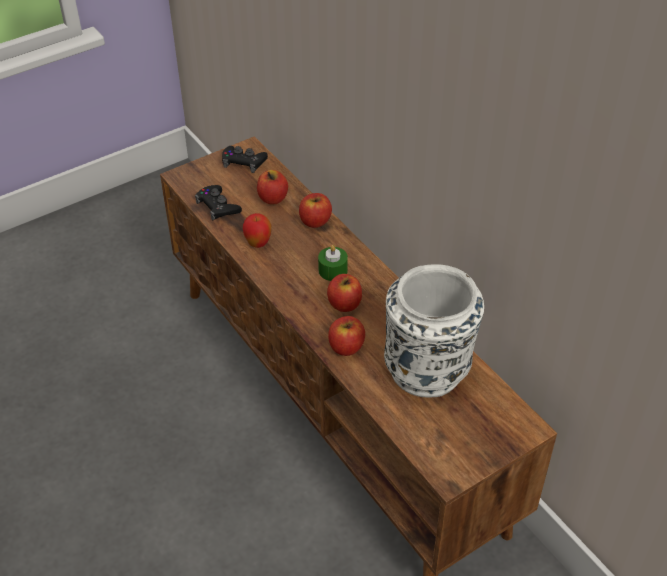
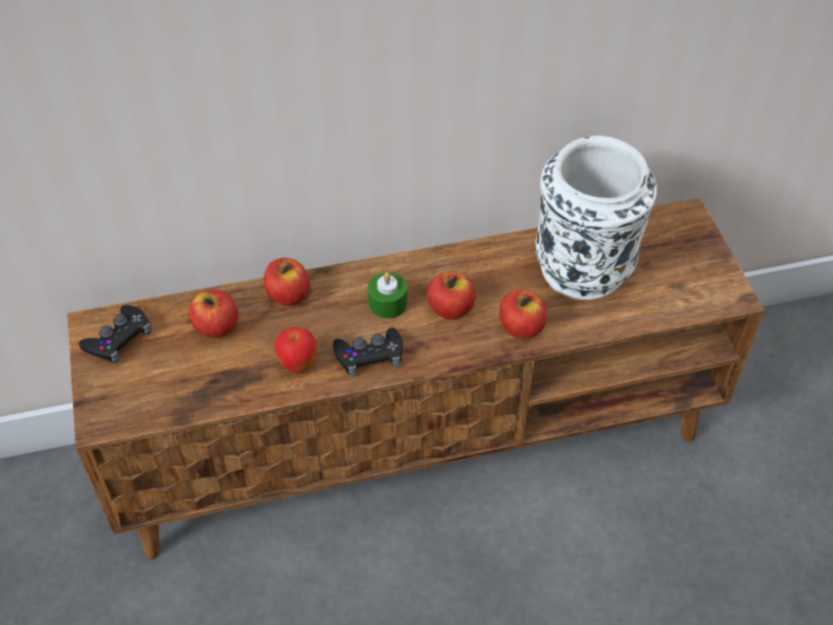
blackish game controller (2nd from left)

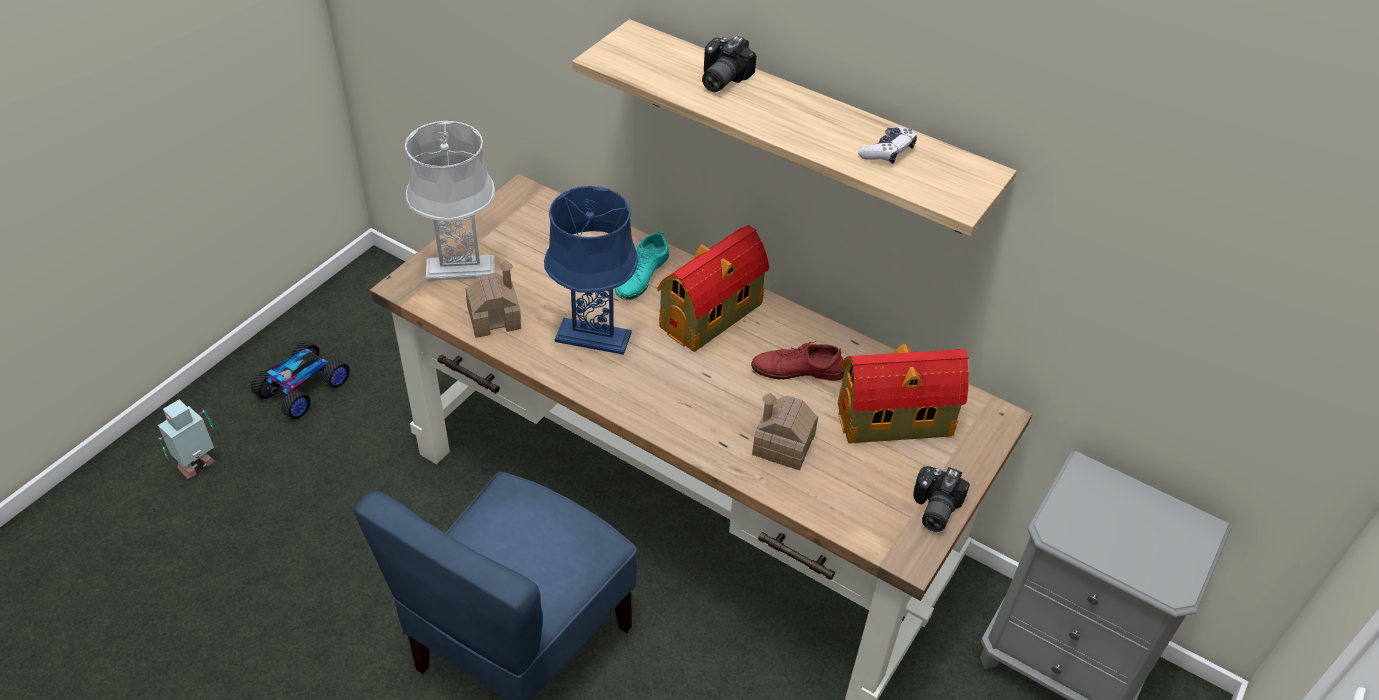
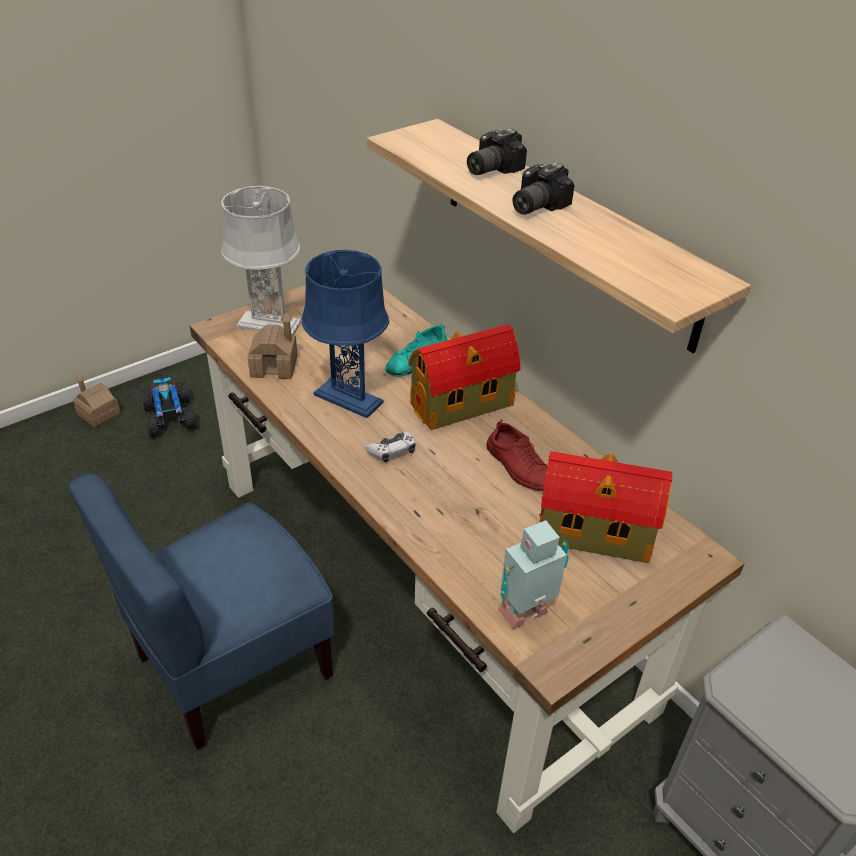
model robot; miniature car; red-coloured low shoe; miniature house (1st from left); game controller; photo camera (2nd from left)

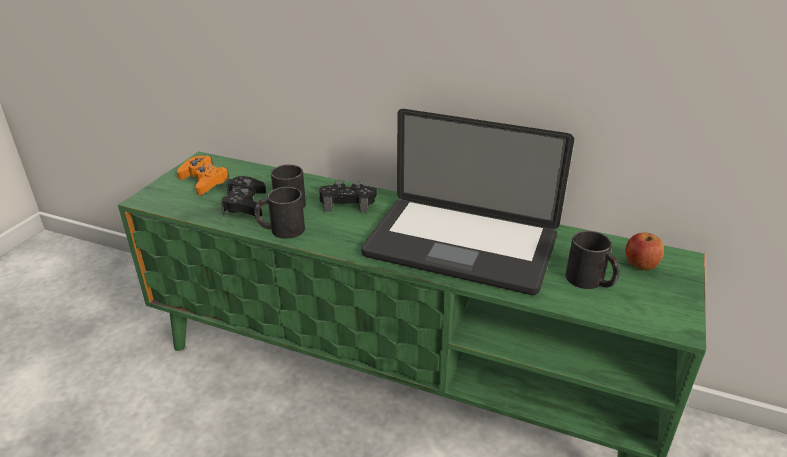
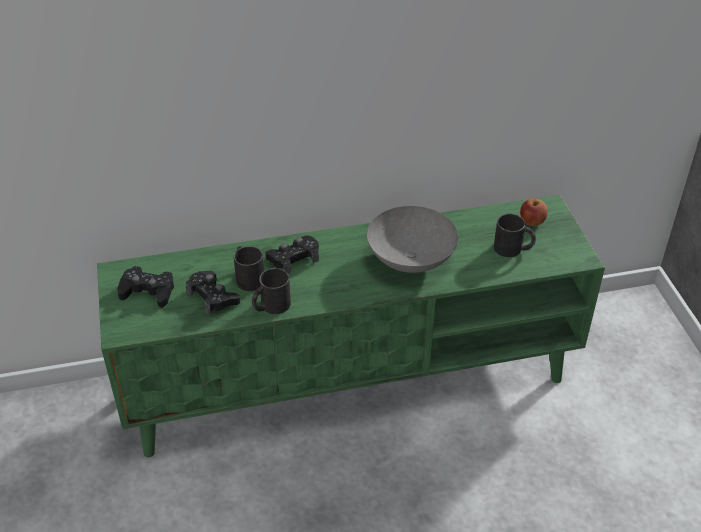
blackish game controller (1st from left); greyish bowl

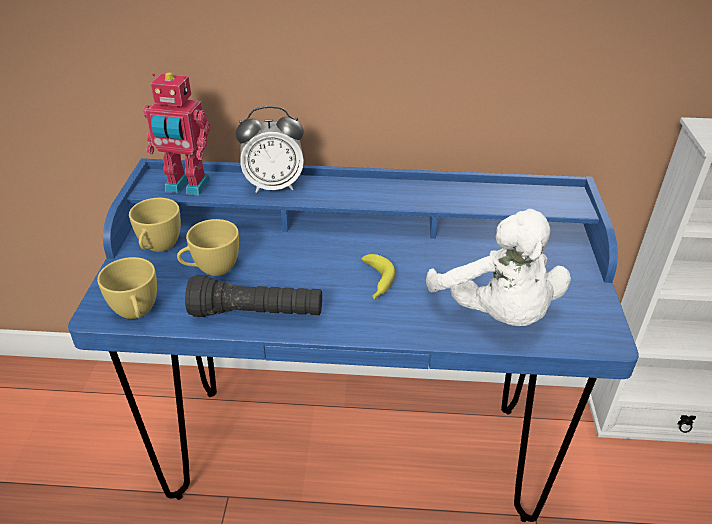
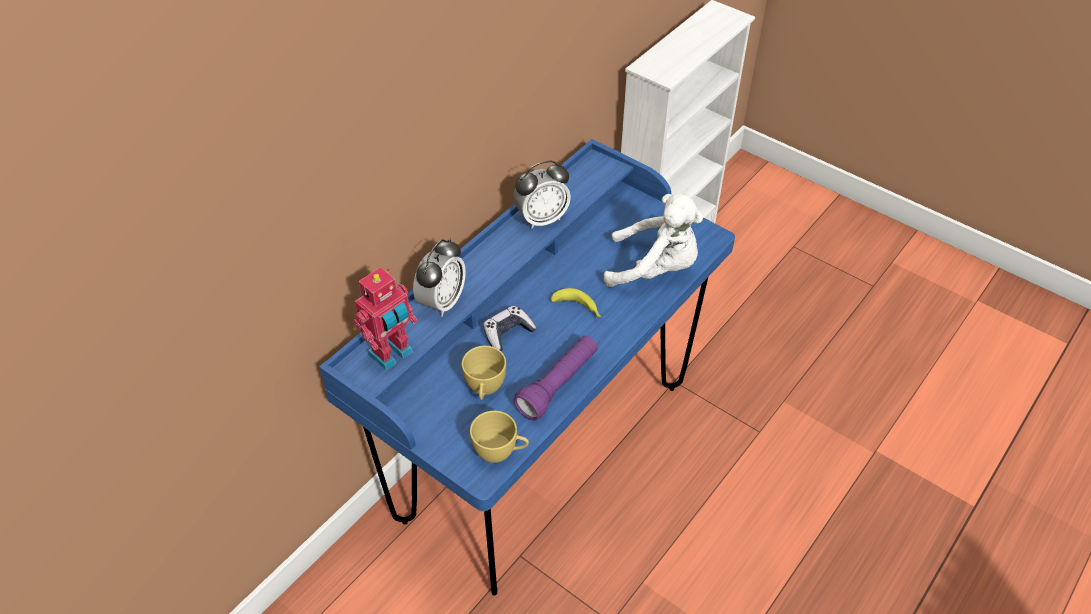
yellow-coloured drinking cup (2nd from left in the first image); purplish flashlight; game controller; bedside clock (2nd from left)

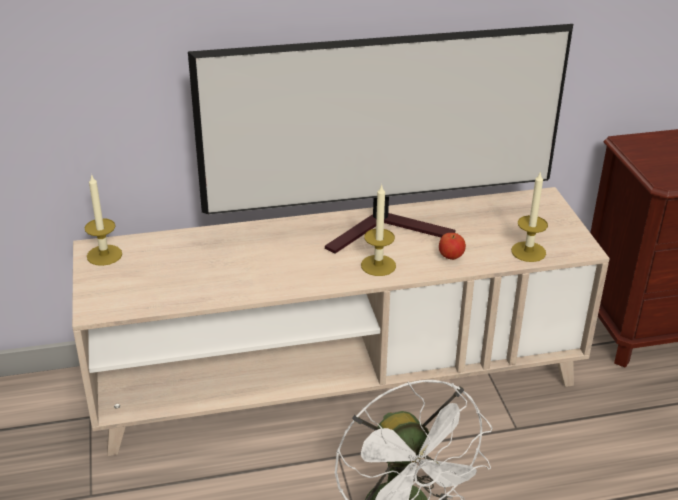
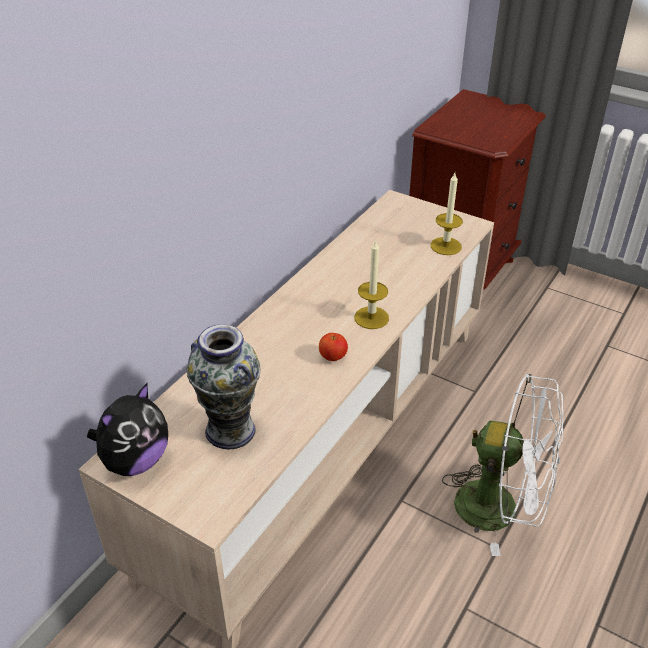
cuddly toy; TV set; apple; vase

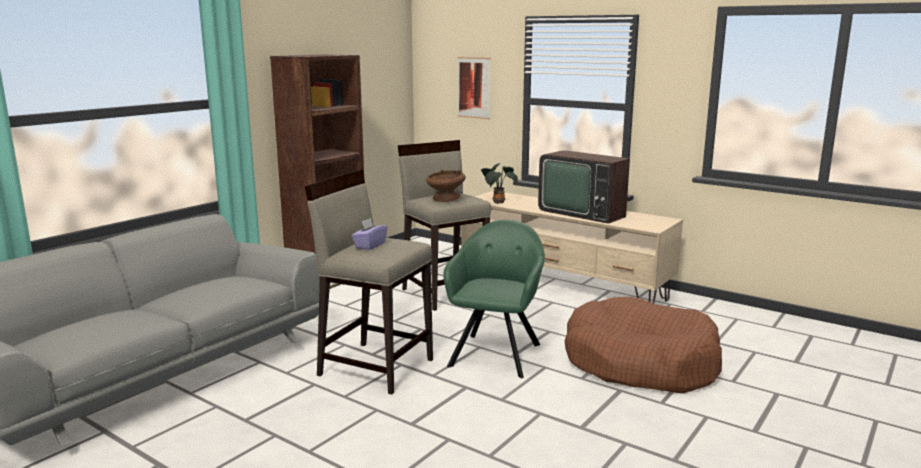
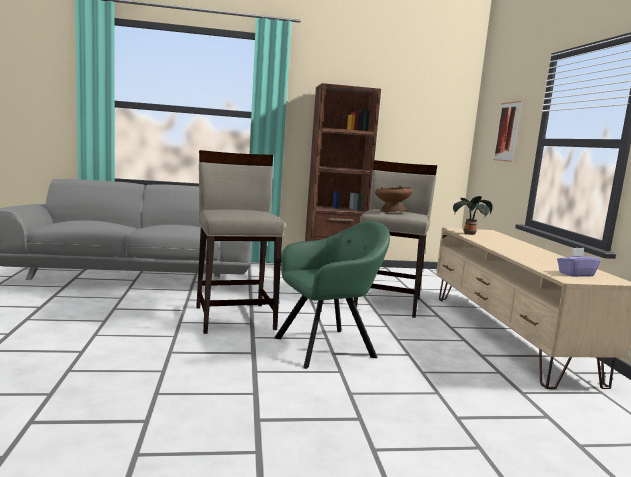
purplish tissue box; TV set; brown-coloured dog bed

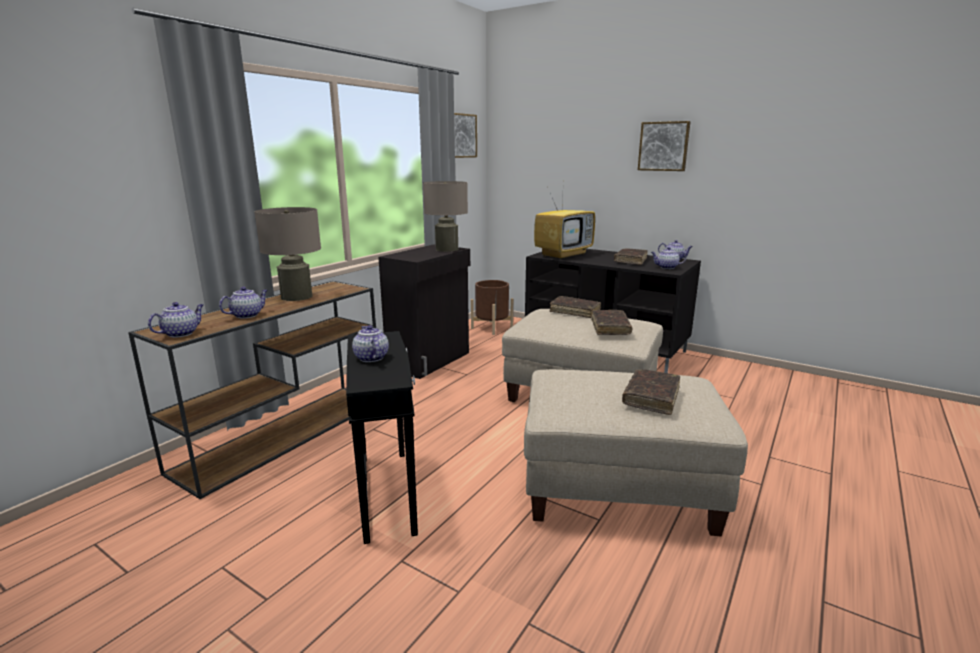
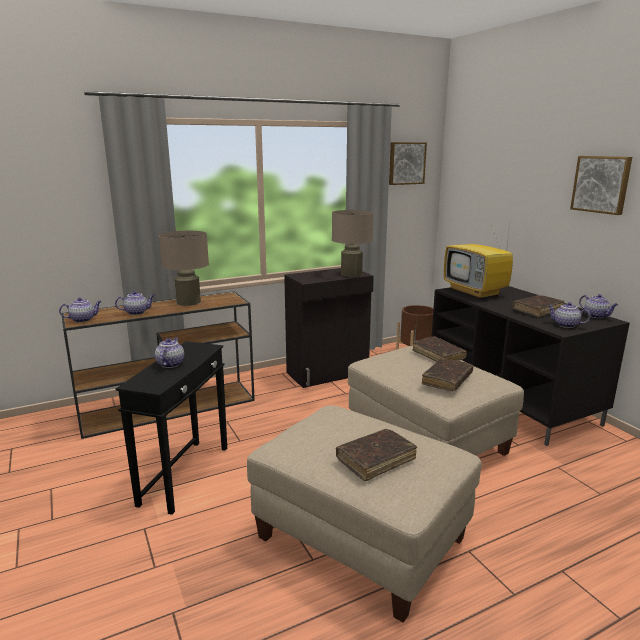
TV set

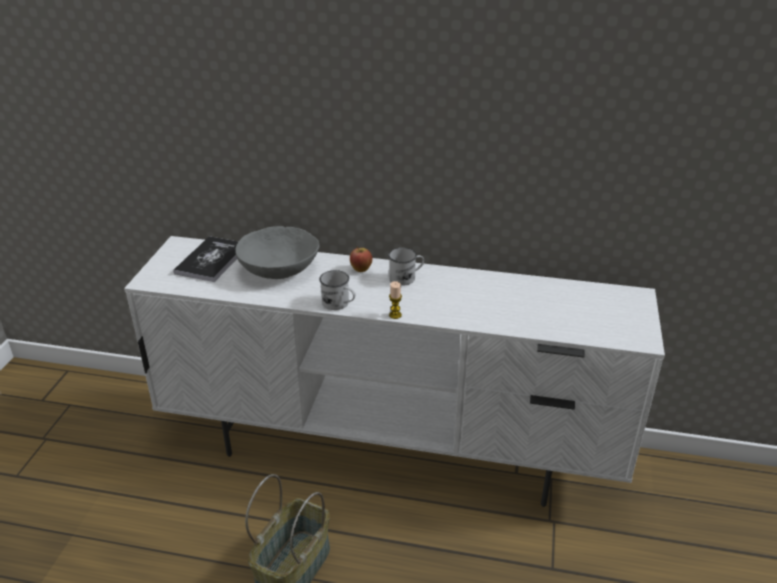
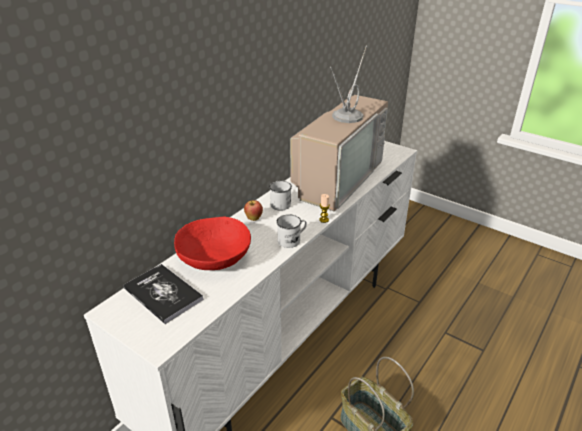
red-coloured bowl; TV set

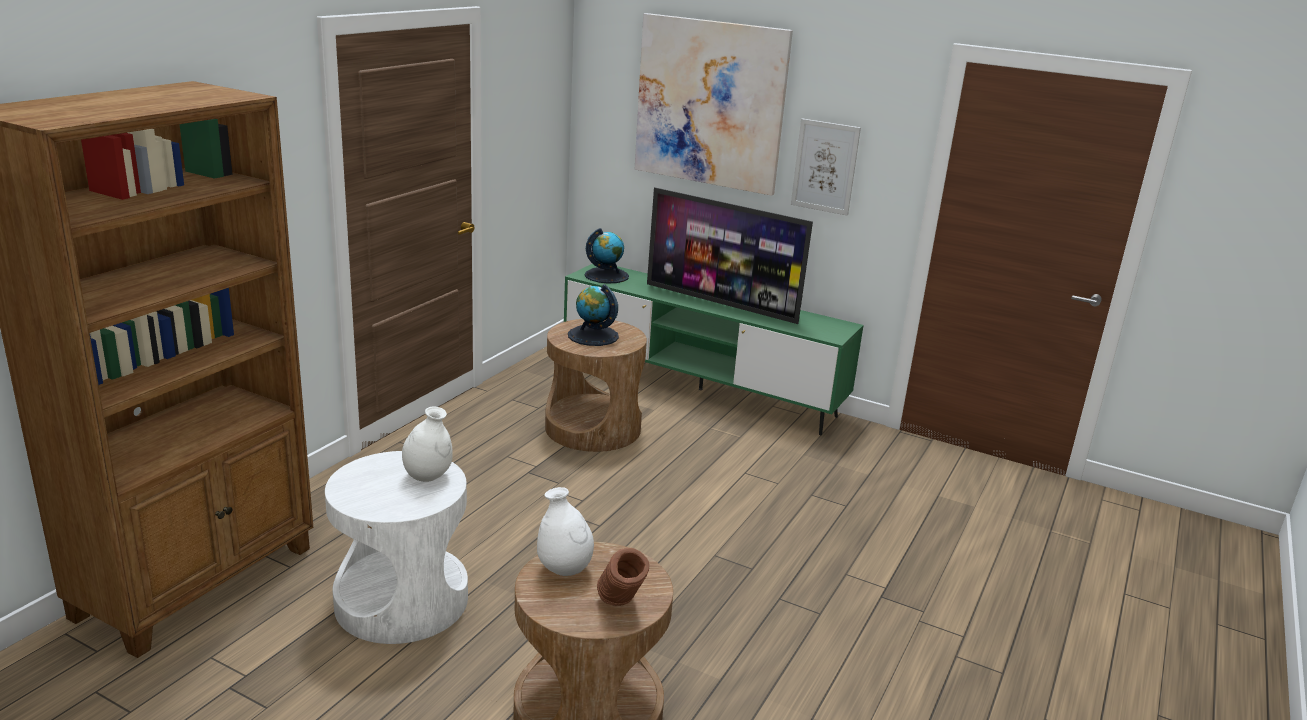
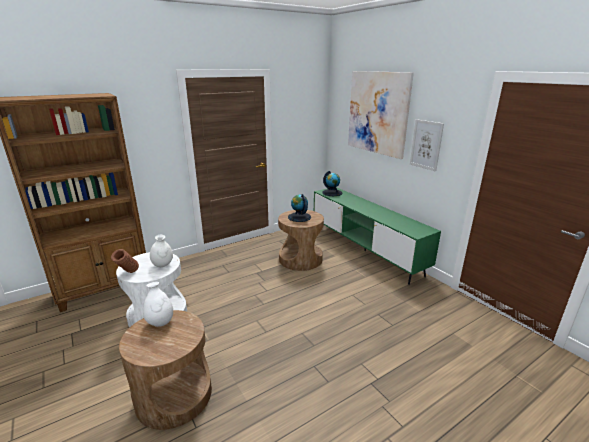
brown-coloured vase; TV set

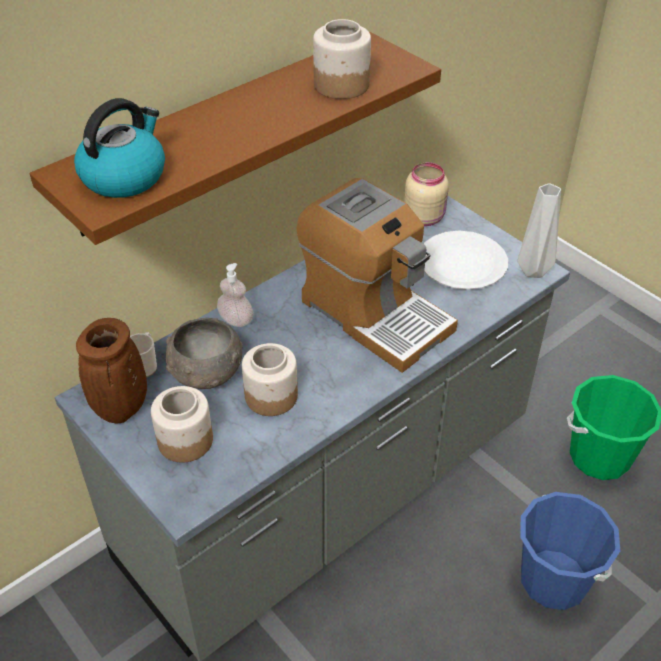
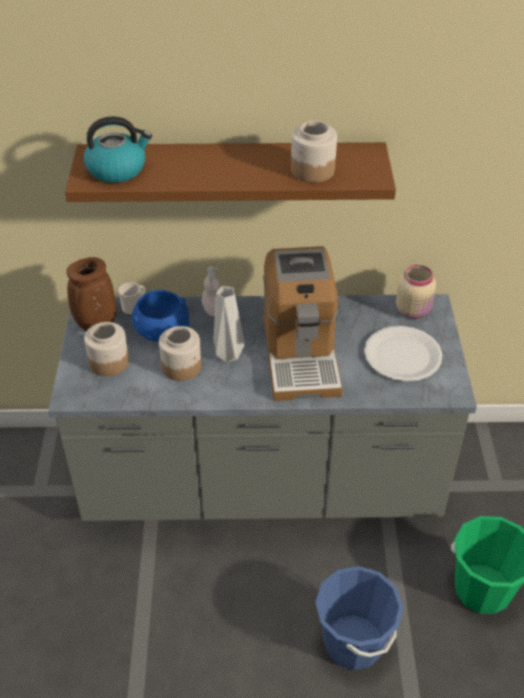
blue-coloured bowl; greyish vase

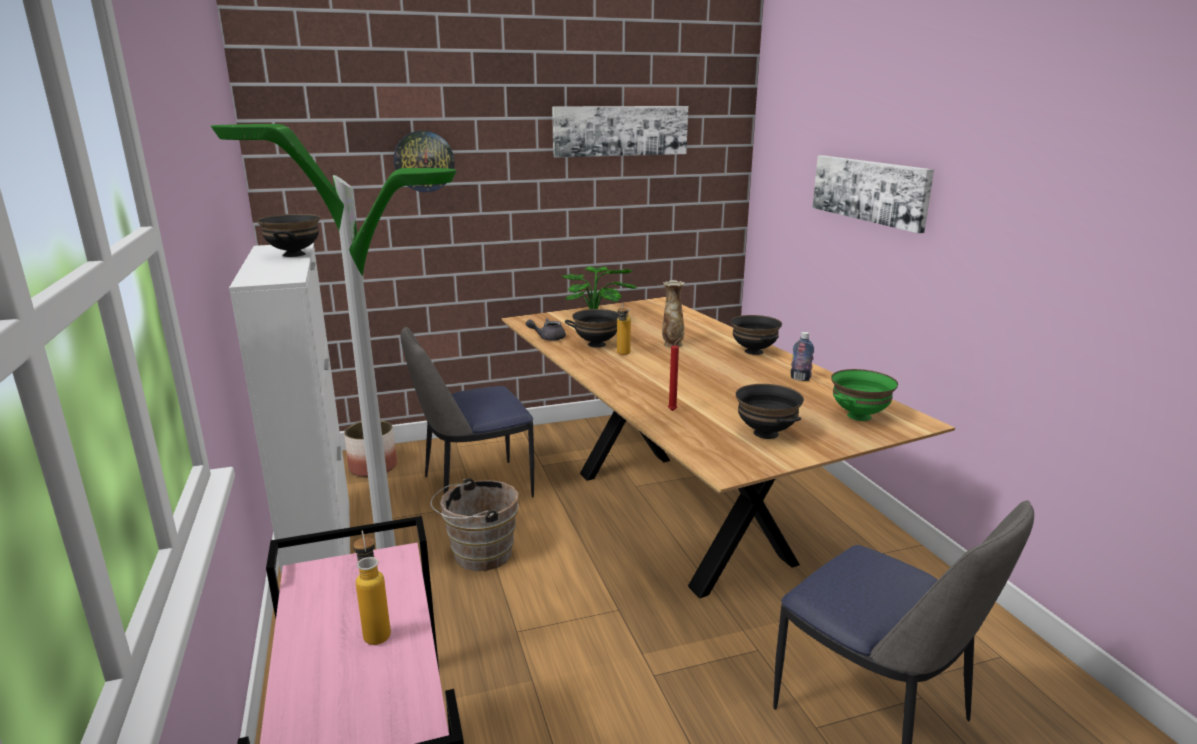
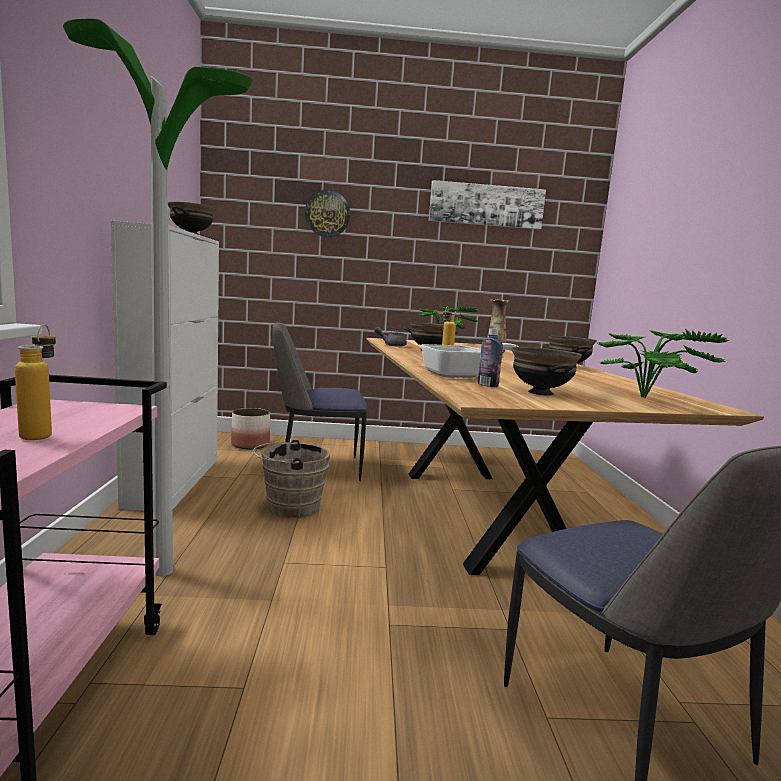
skillet; bottle (3rd from left); picture (2nd from left in the first image); potted plant (2nd from left)

